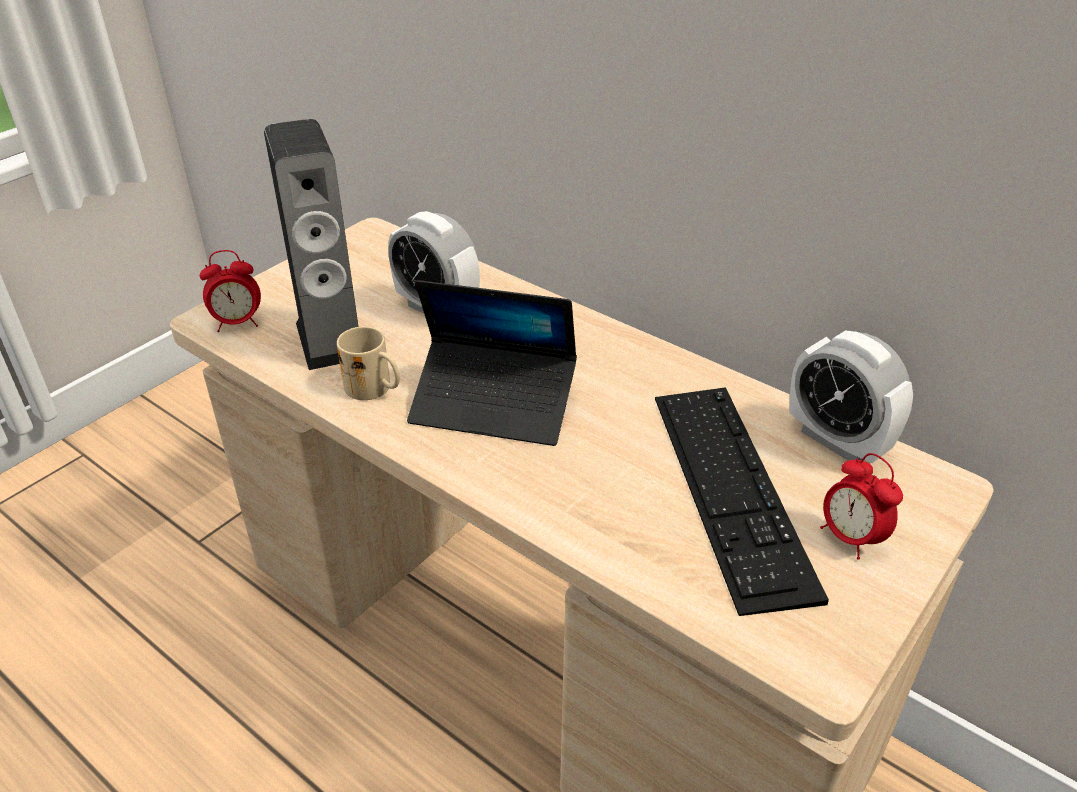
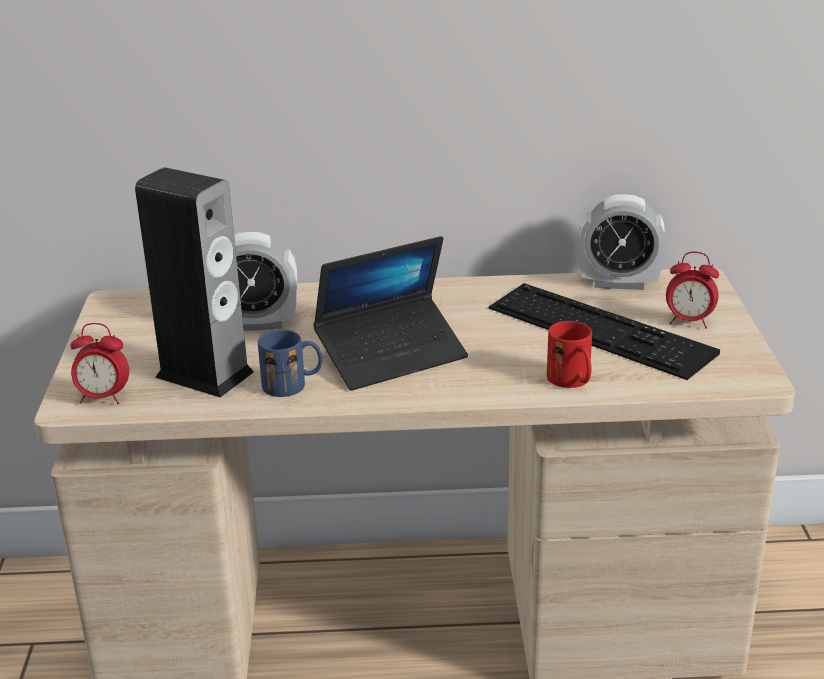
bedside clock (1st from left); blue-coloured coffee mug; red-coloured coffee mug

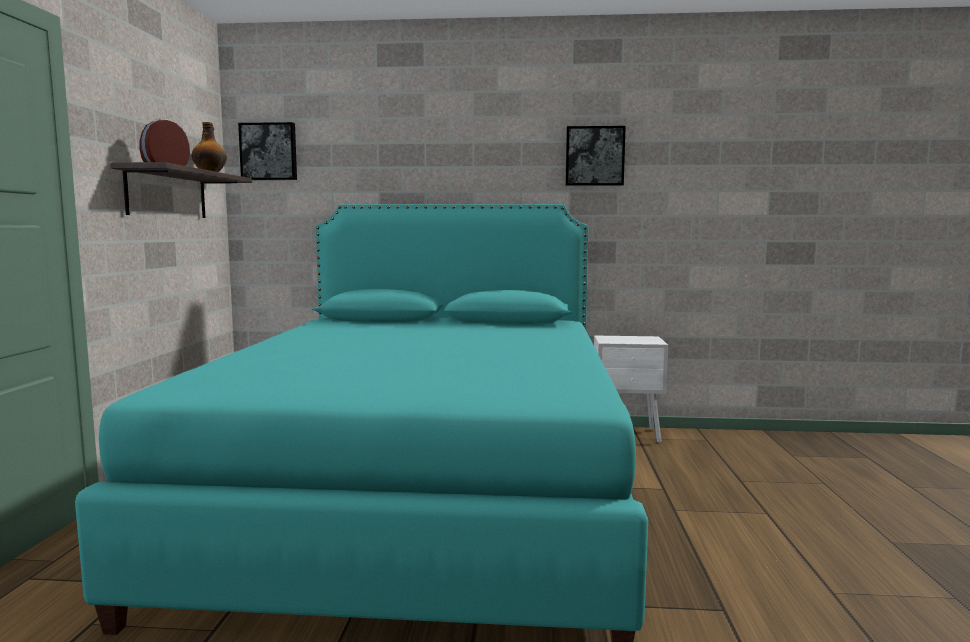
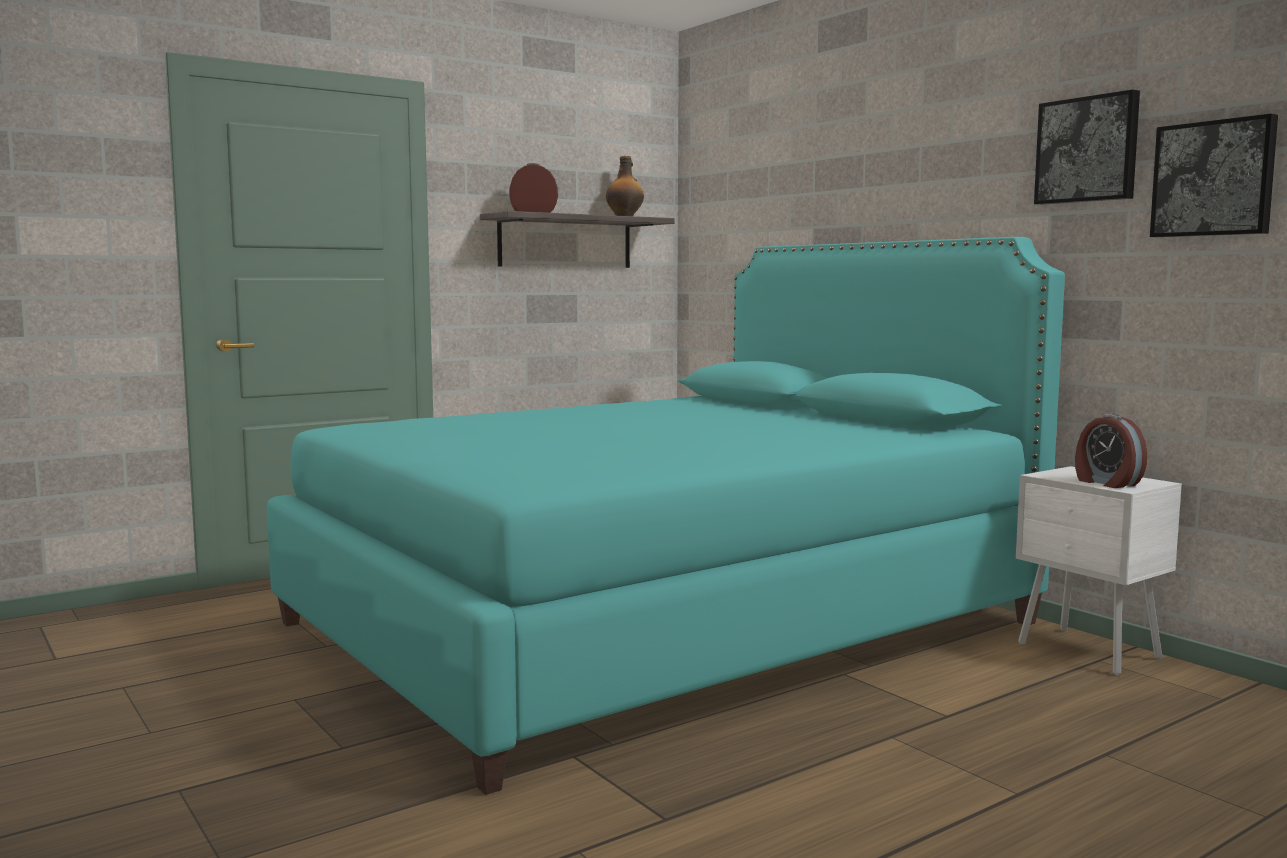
picture (2nd from left); bedside clock (2nd from left)

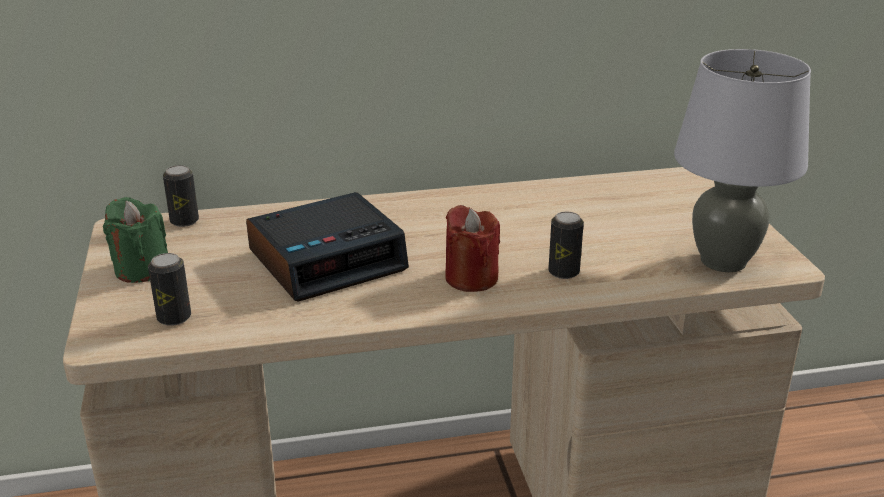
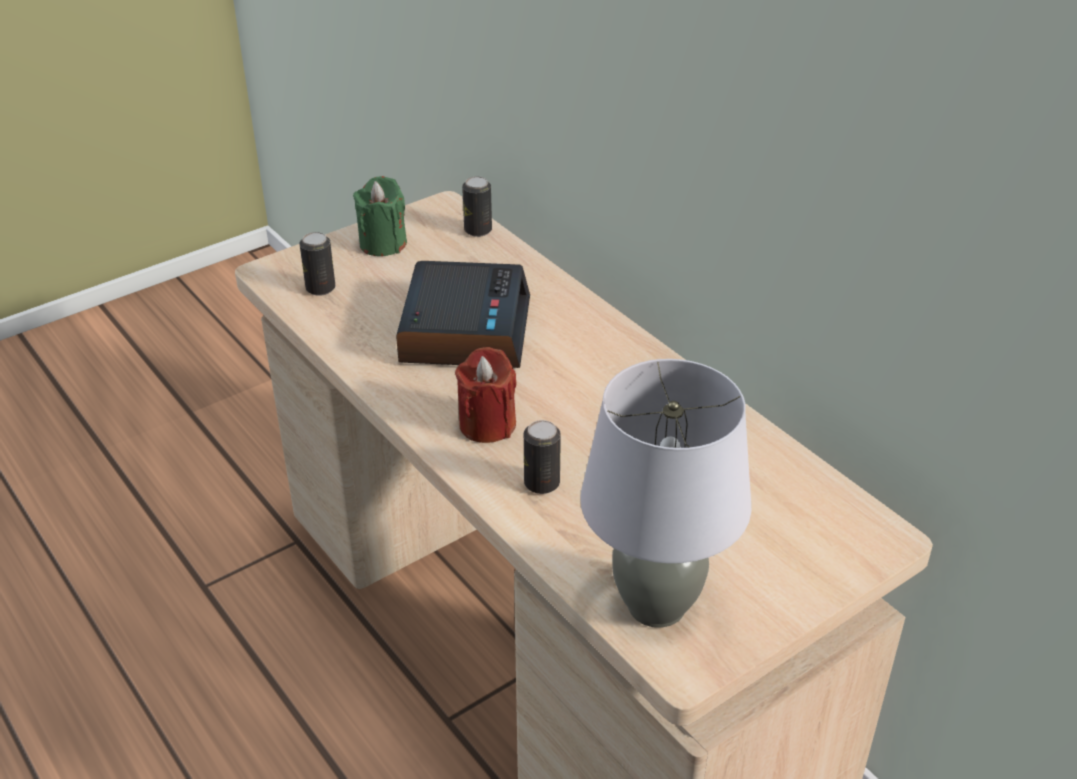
bedside clock

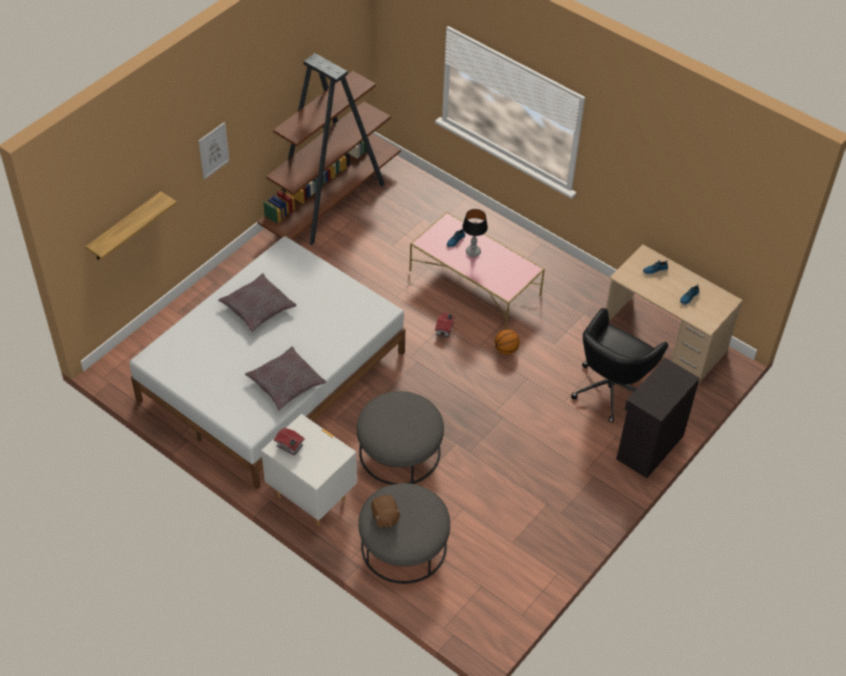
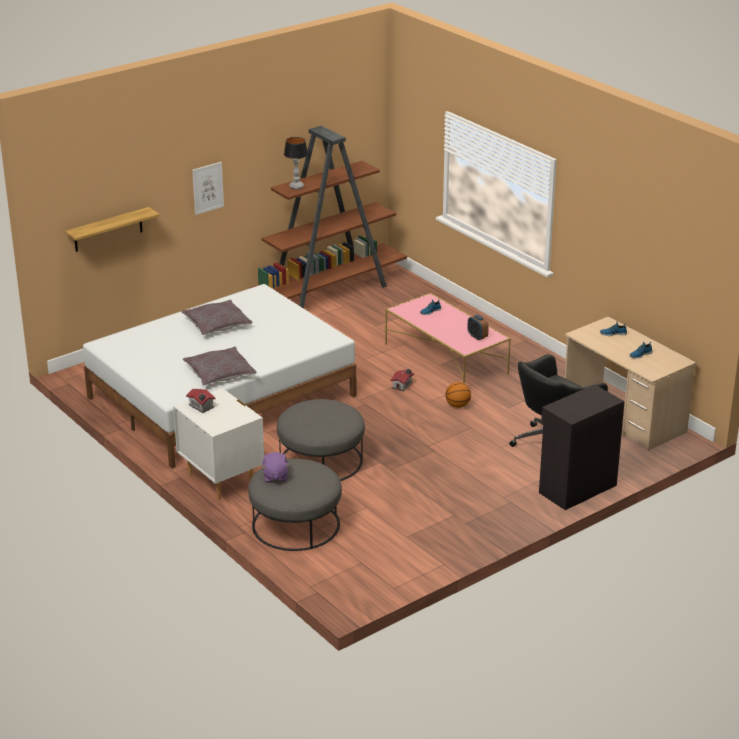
purplish cuddly toy; lamp for a table; bedside clock

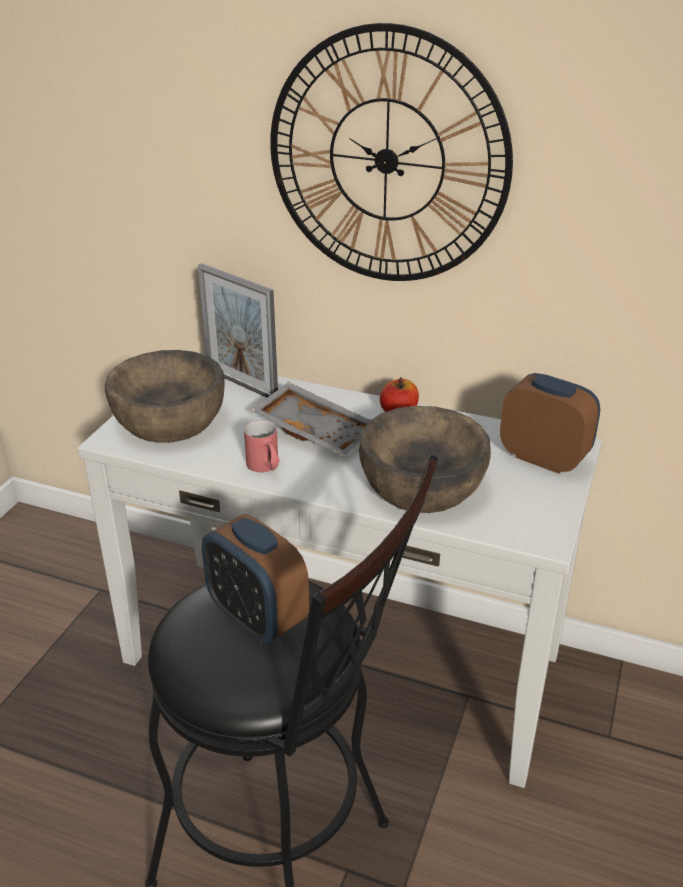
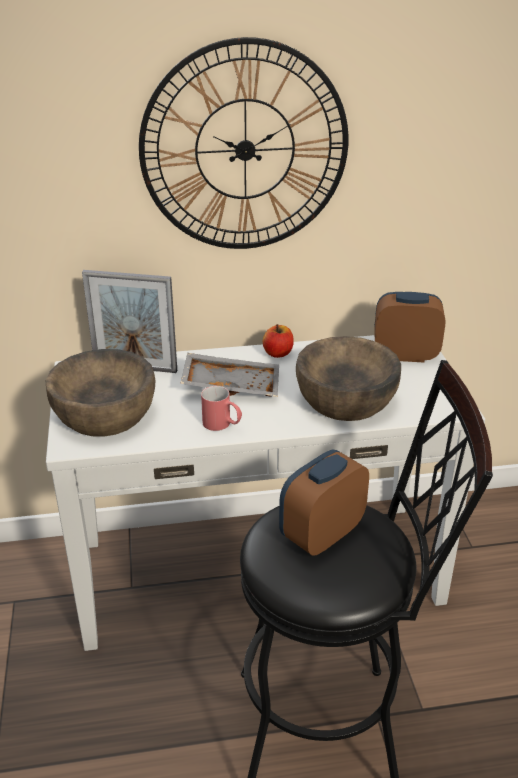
bedside clock (1st from left)

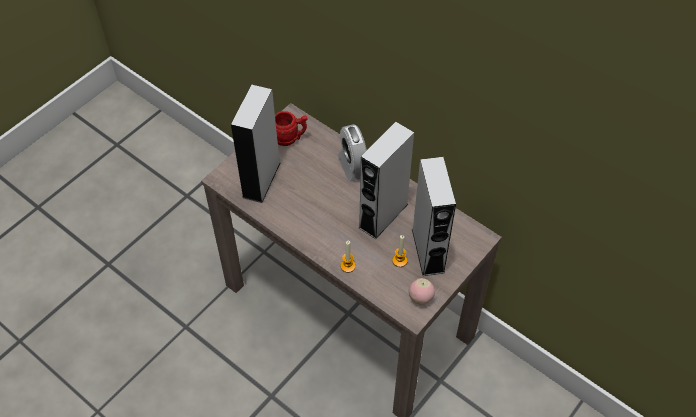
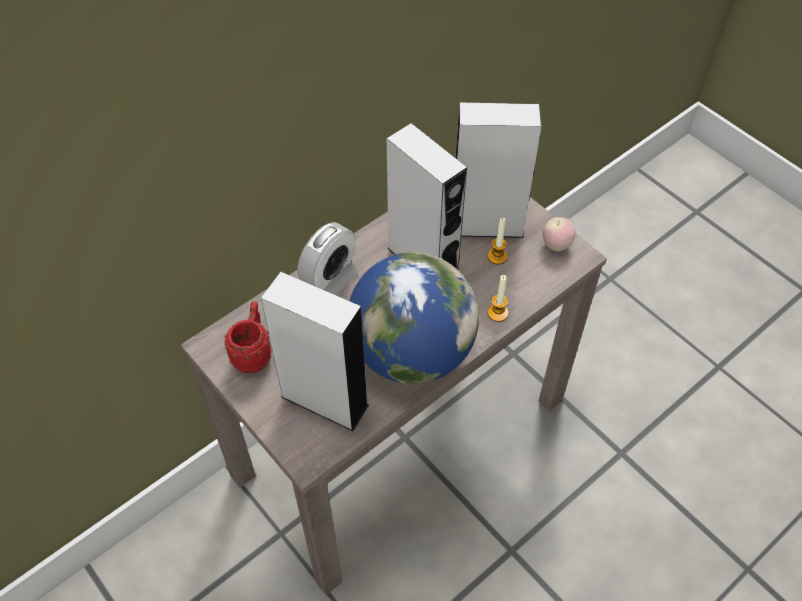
bedside clock; desk globe

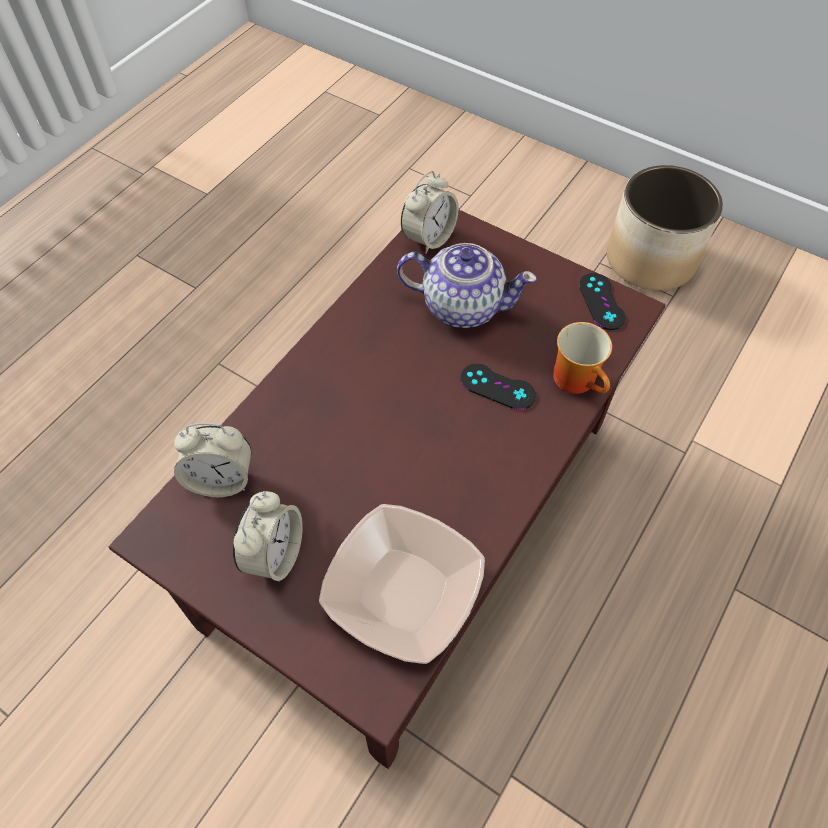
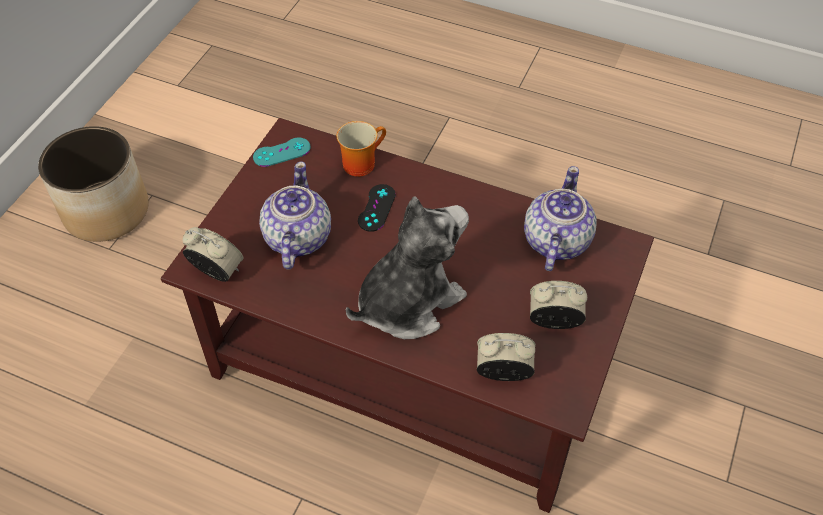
bedside clock (2nd from left); tea pot (2nd from left); blue-green game controller; cuddly toy

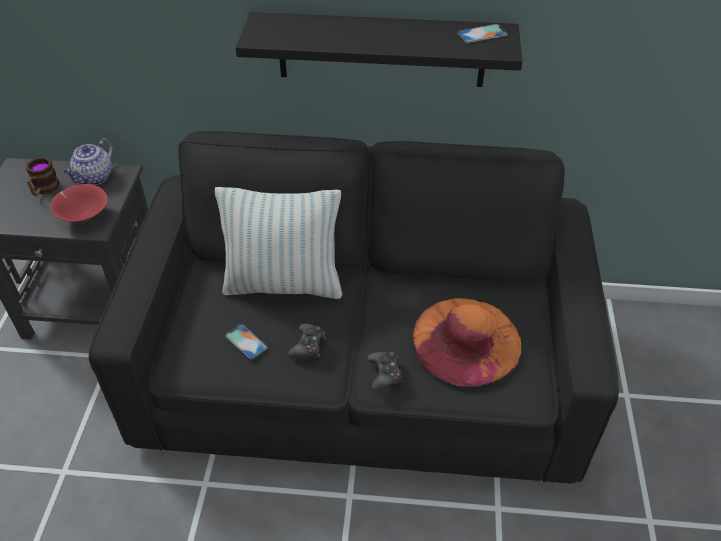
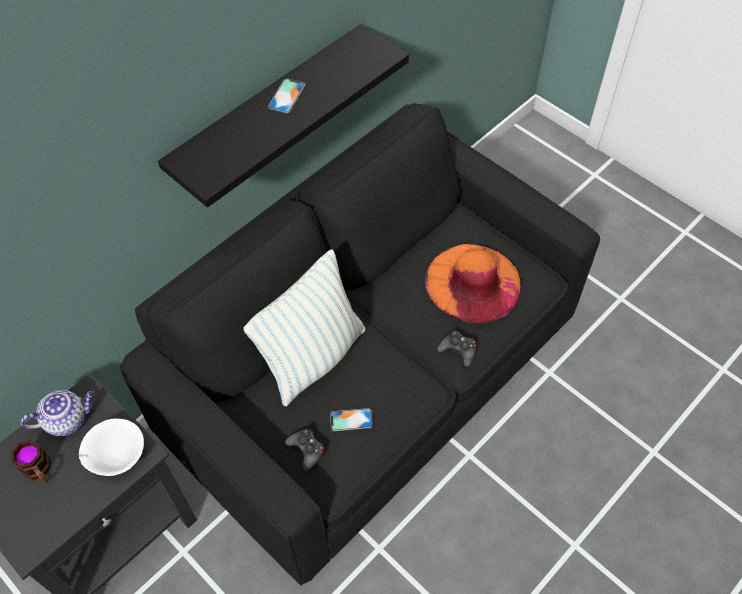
whitish bowl; tea pot; blackish game controller (1st from left); phone (1st from left)

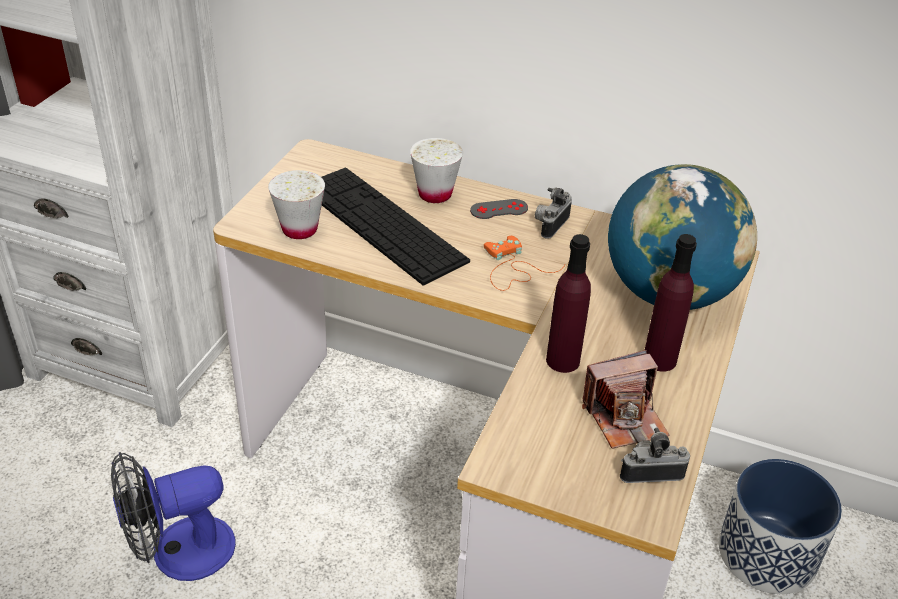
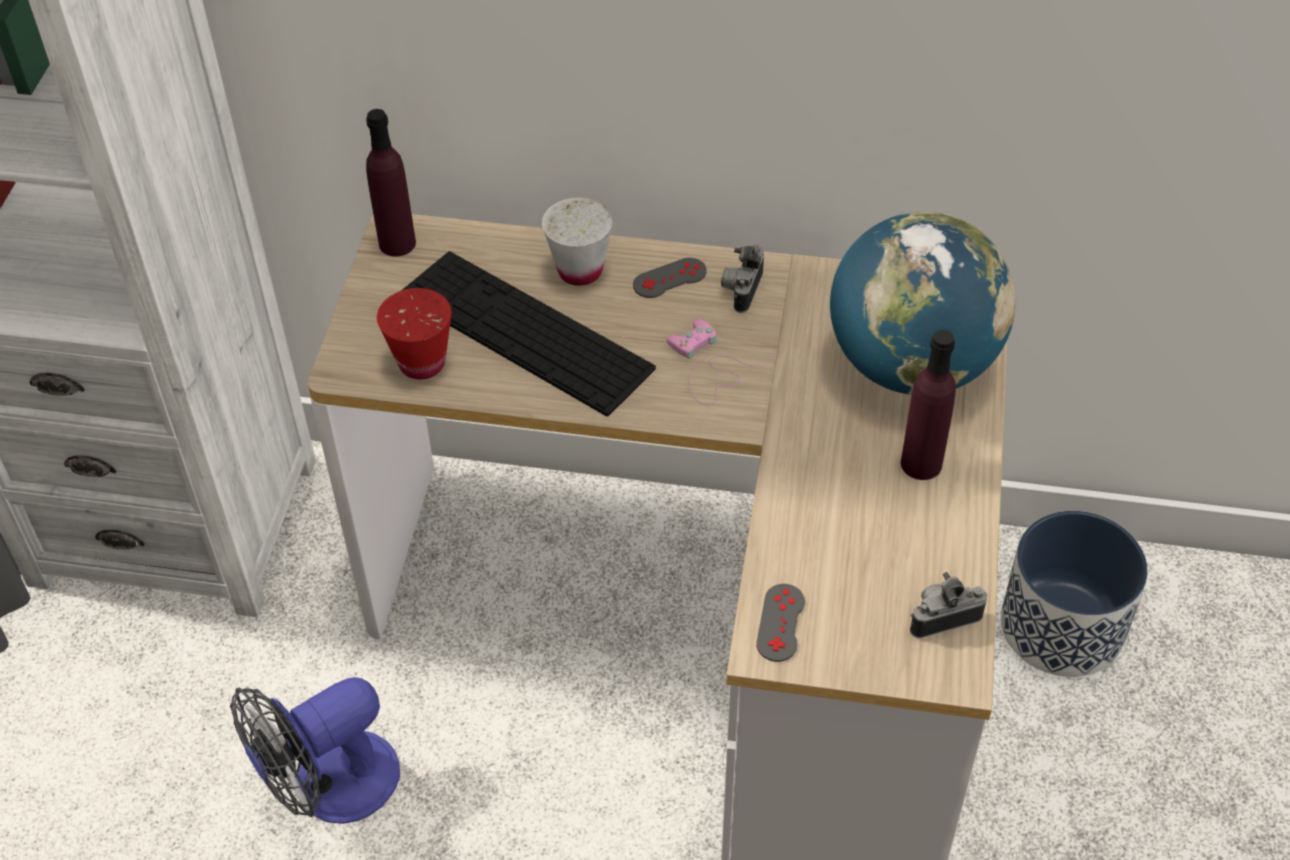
red-coloured drinking cup; pink-coloured game controller; purplish bottle (1st from left); photo camera (2nd from left in the first image); greyish game controller (2nd from left)

